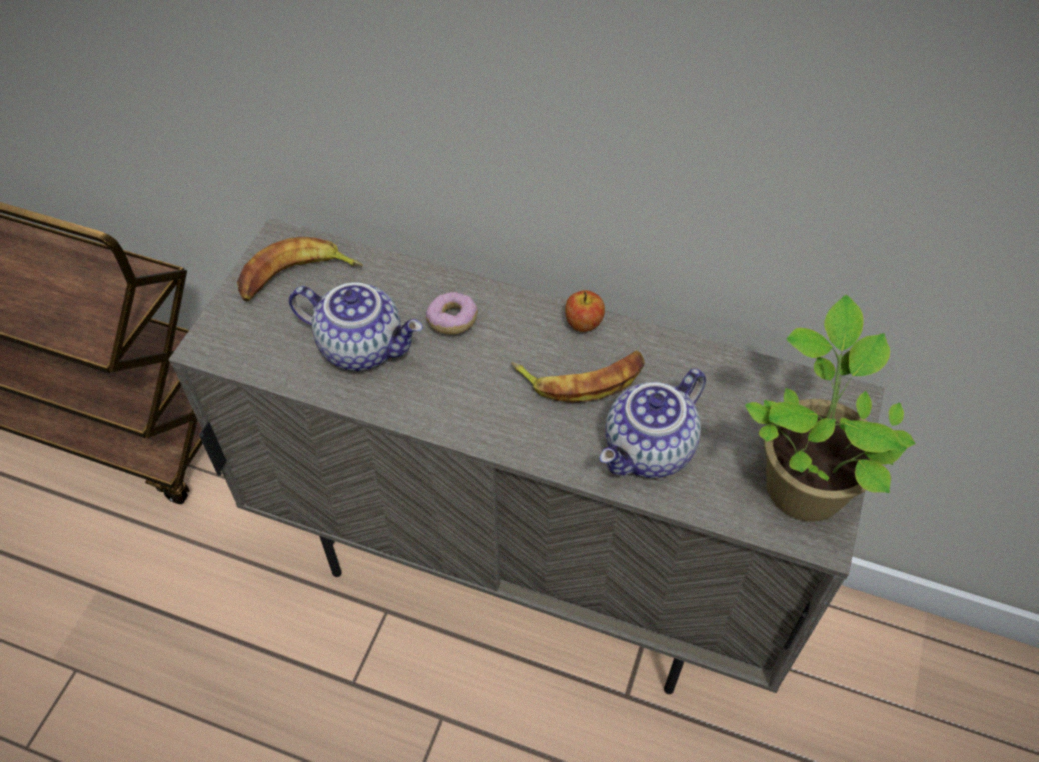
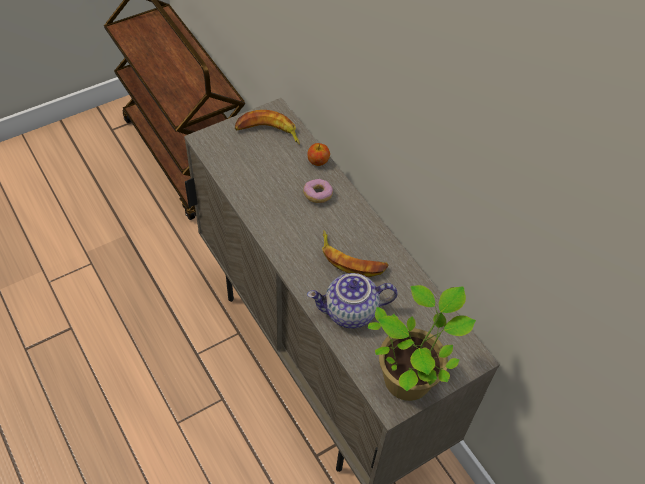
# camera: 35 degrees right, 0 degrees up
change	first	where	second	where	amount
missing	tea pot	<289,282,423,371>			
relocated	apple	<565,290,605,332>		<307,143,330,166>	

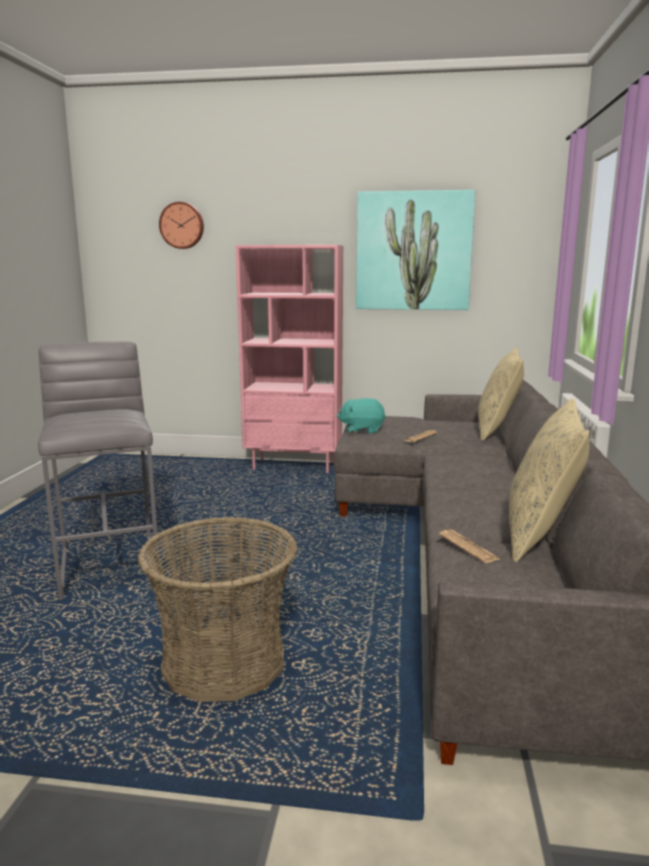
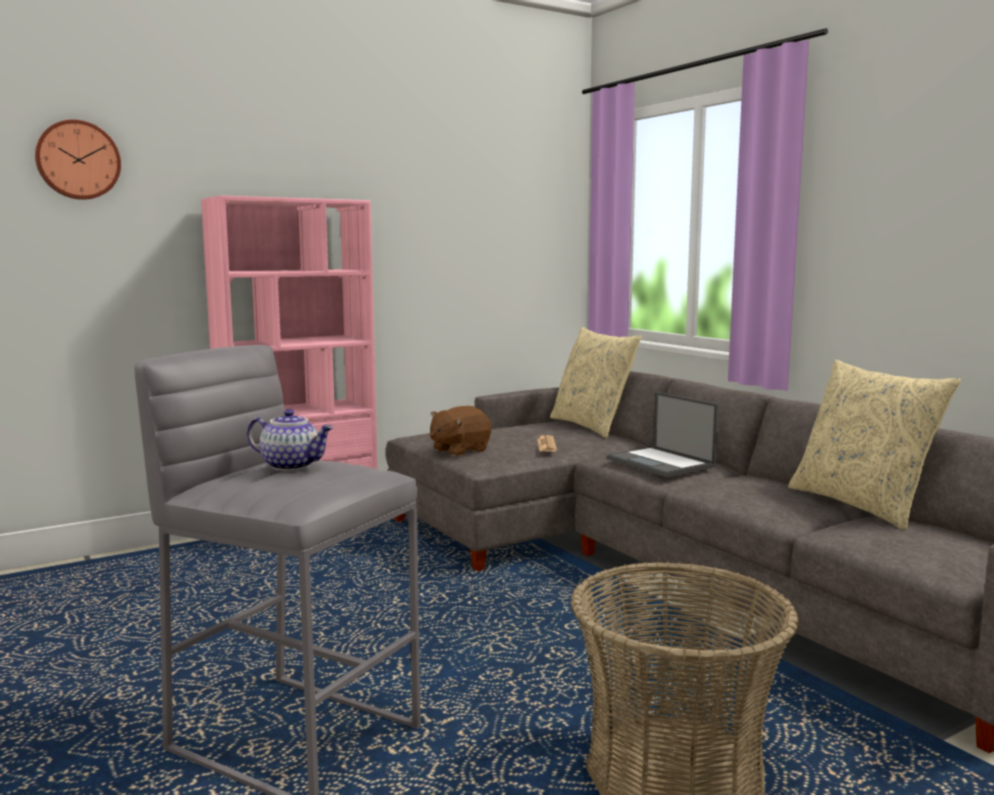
# camera: 40 degrees left, 5 degrees down
change	first	where	second	where	amount
colour	soft toy in turquoise	<337,398,386,434>	soft toy in brown-coloured	<430,406,491,456>	
missing	wall picture	<356,190,475,310>			
missing	daily paper	<439,529,500,563>			
appeared			tea pot	<247,409,334,471>	
appeared			notebook computer	<607,392,718,477>	

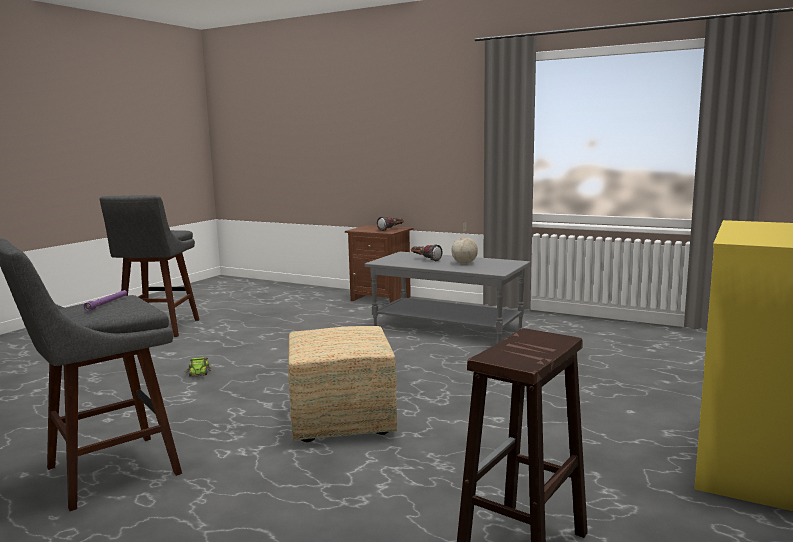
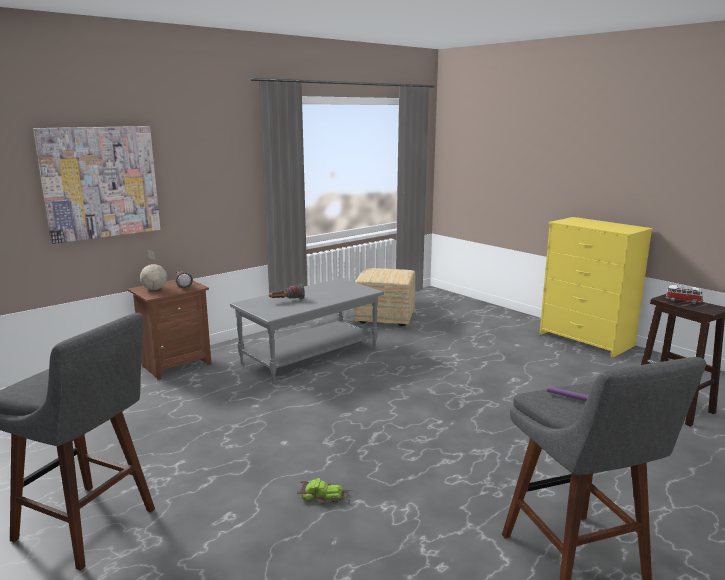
# camera: 70 degrees left, 5 degrees up
change	first	where	second	where	amount
relocated	ottoman	<288,326,397,442>		<354,268,415,326>	
relocated	world globe	<451,222,478,264>		<140,250,167,290>	
appeared			wall picture	<33,126,160,244>	
appeared			toy car	<665,285,703,304>	

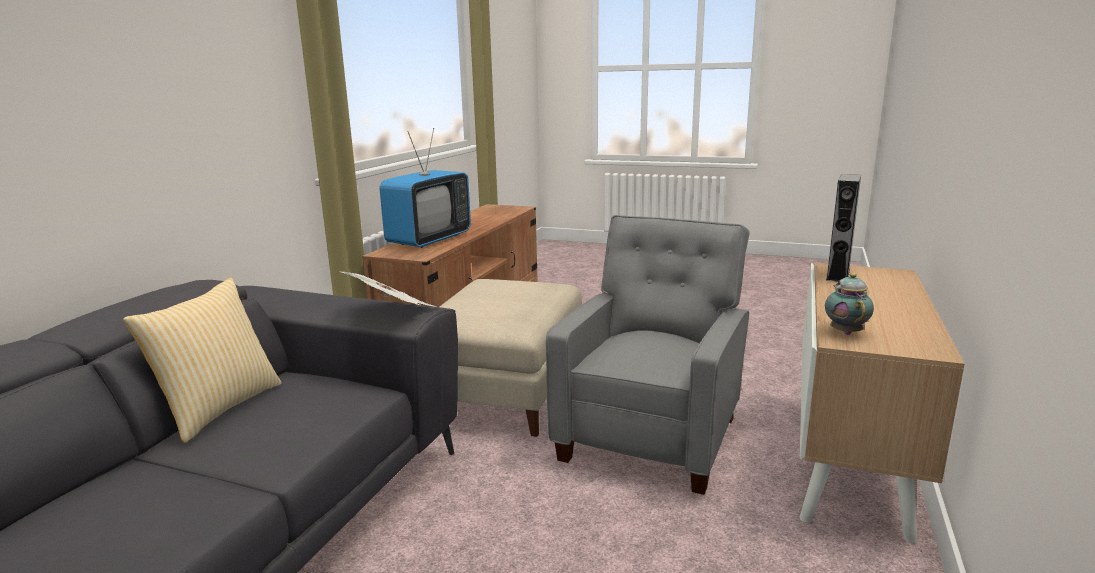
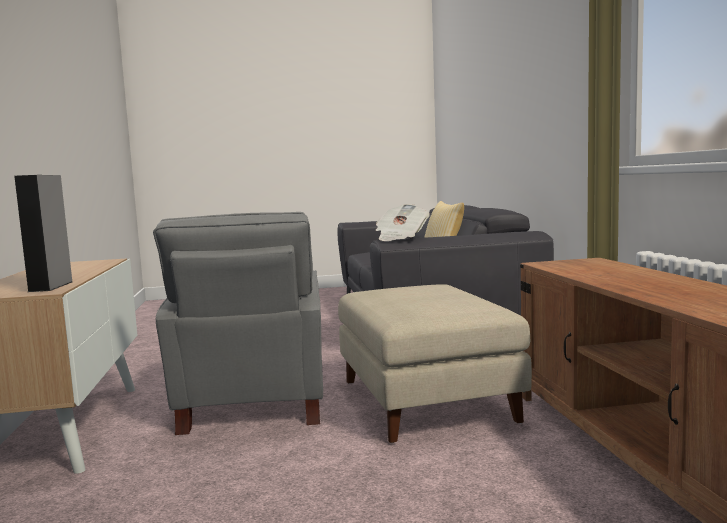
# camera: 150 degrees right, 10 degrees down
change	first	where	second	where	amount
missing	television	<379,128,471,248>			
missing	tea pot	<825,273,874,335>			

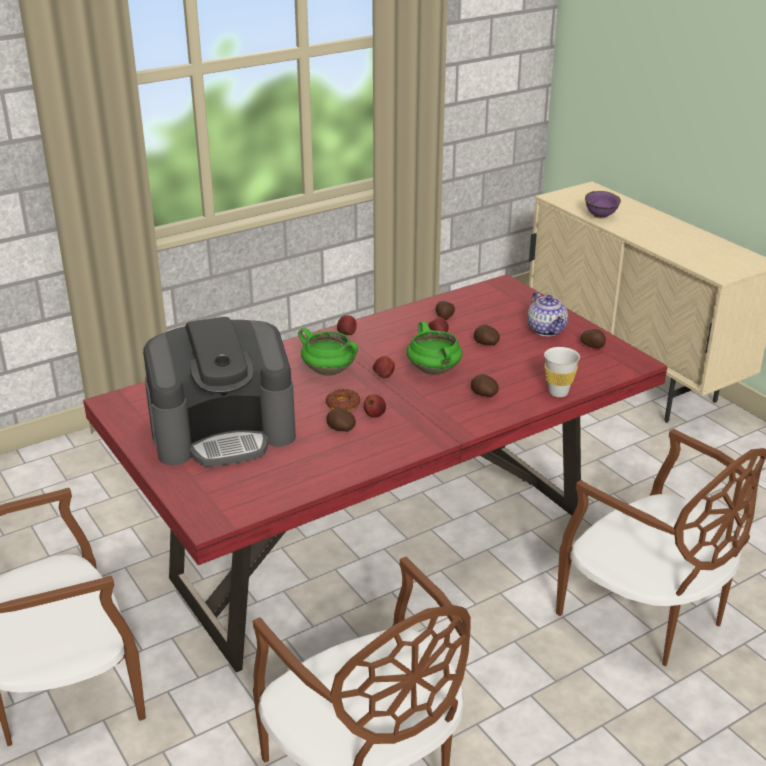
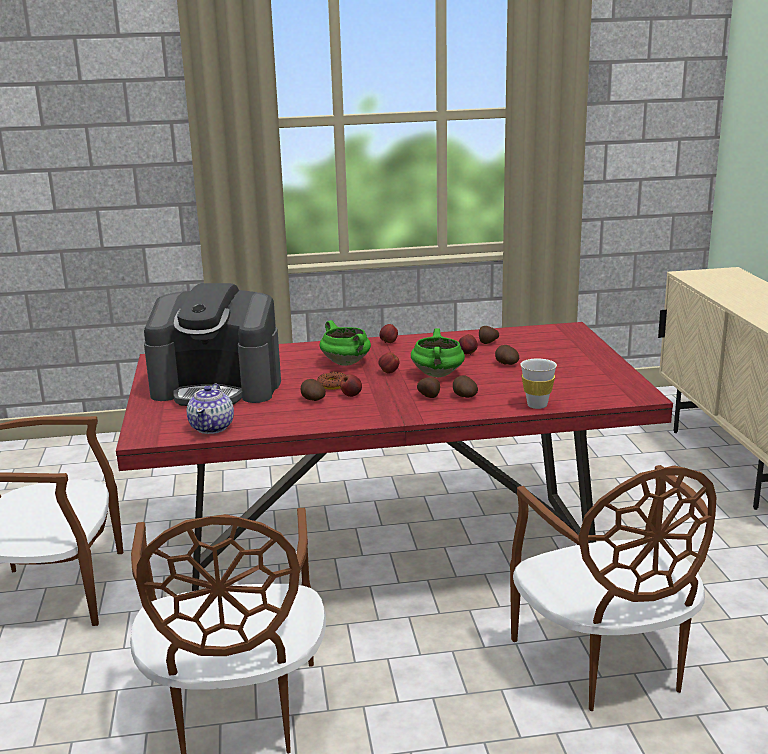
# camera: 25 degrees right, 10 degrees down
change	first	where	second	where	amount
relocated	tea pot	<527,292,568,337>		<187,384,234,434>	
relocated	spud	<580,329,606,348>		<417,377,440,398>	
missing	bowl in purplish	<585,191,621,219>			

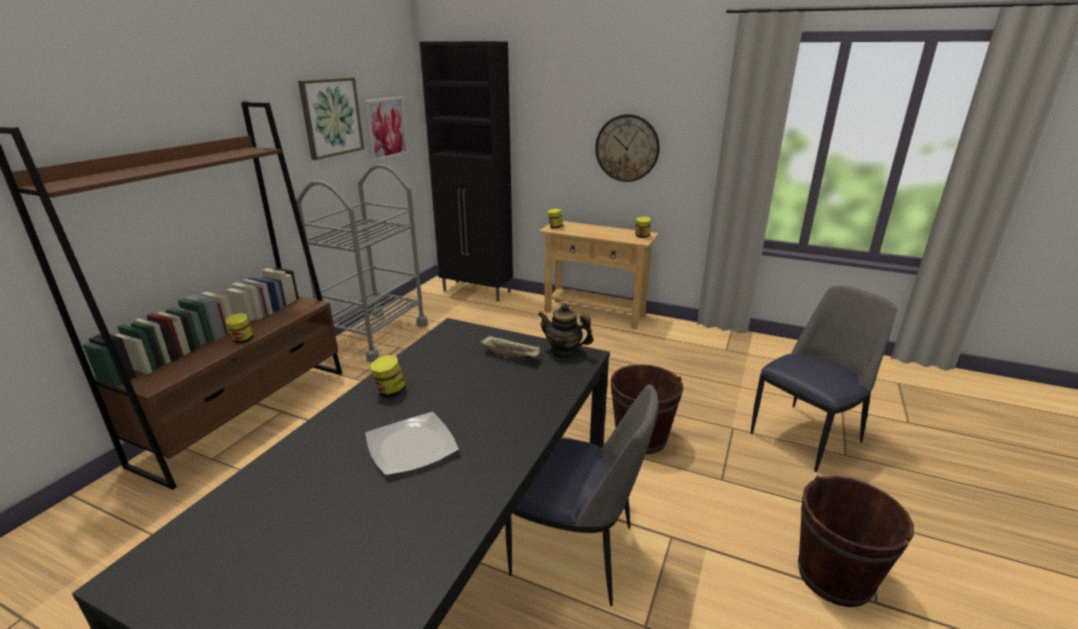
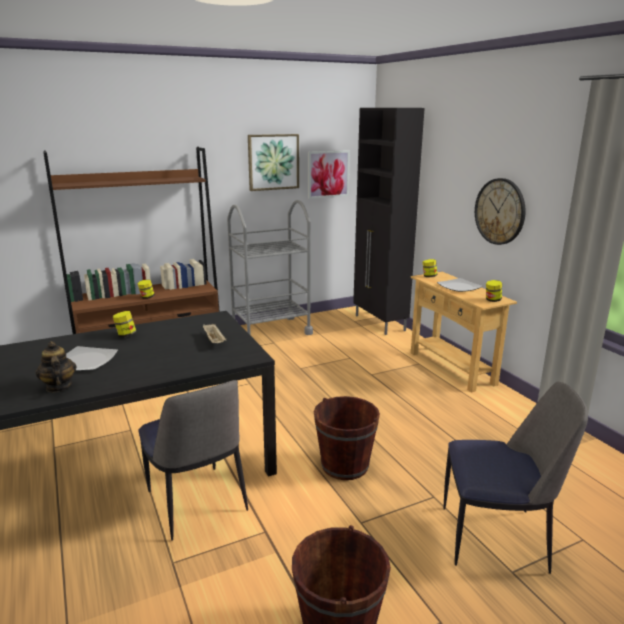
# camera: 40 degrees right, 5 degrees down
change	first	where	second	where	amount
relocated	tea pot	<538,303,593,359>		<36,341,77,392>	
appeared			plate	<437,278,482,292>	

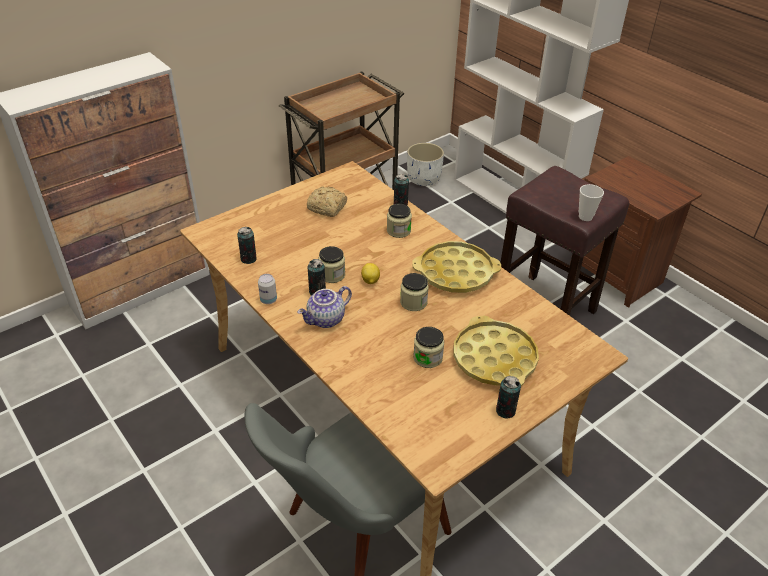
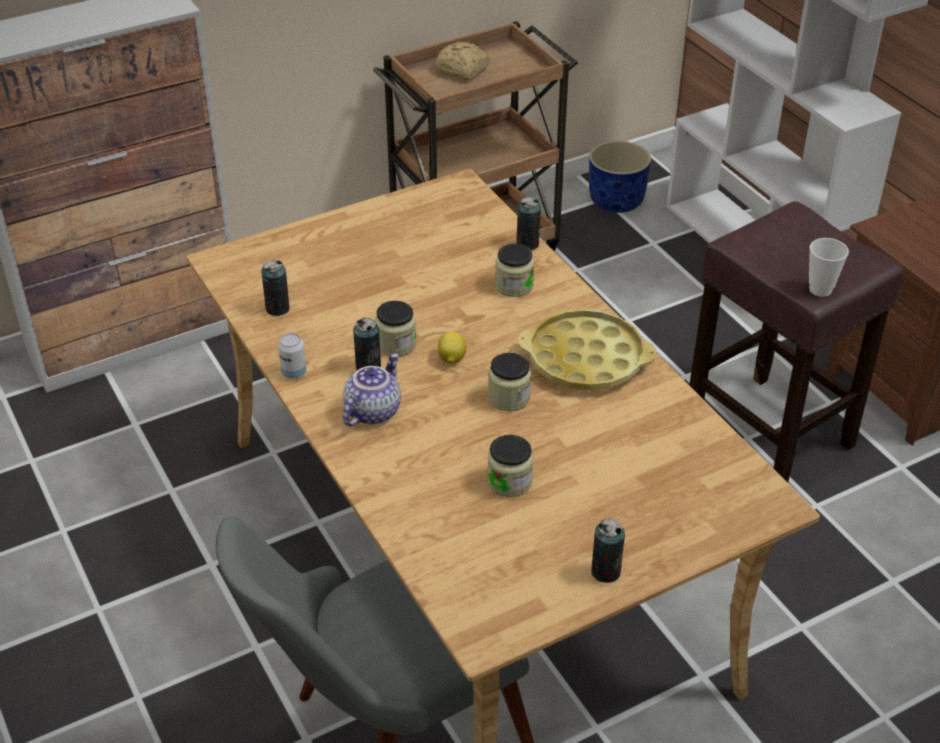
# camera: 10 degrees right, 0 degrees up
change	first	where	second	where	amount
spun	tea pot	<297,286,352,328>		<343,353,401,426>	150 degrees clockwise
relocated	baked bread	<307,186,347,217>		<435,41,490,80>	
colour	planter in white	<407,143,444,186>	planter in blue	<589,141,651,213>	
missing	serving tray in yellow	<453,316,539,386>			

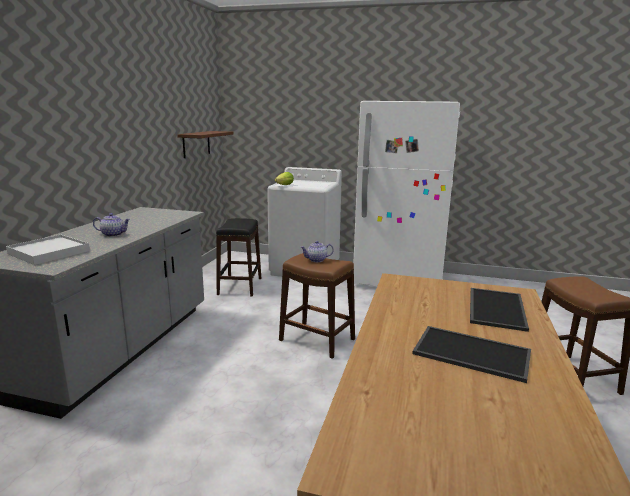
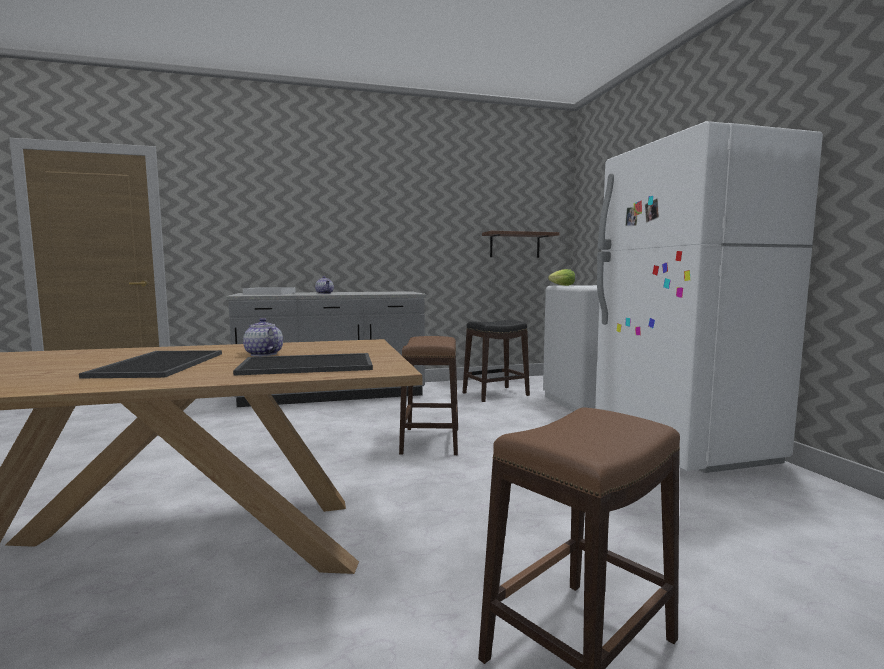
# camera: 60 degrees right, 10 degrees down
change	first	where	second	where	amount
relocated	tea pot	<301,241,334,262>		<243,318,283,357>	

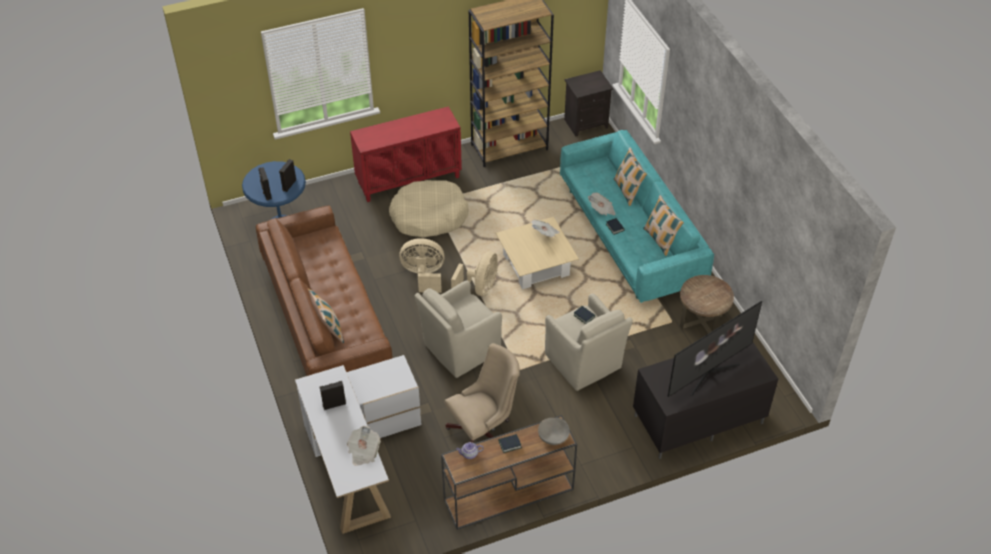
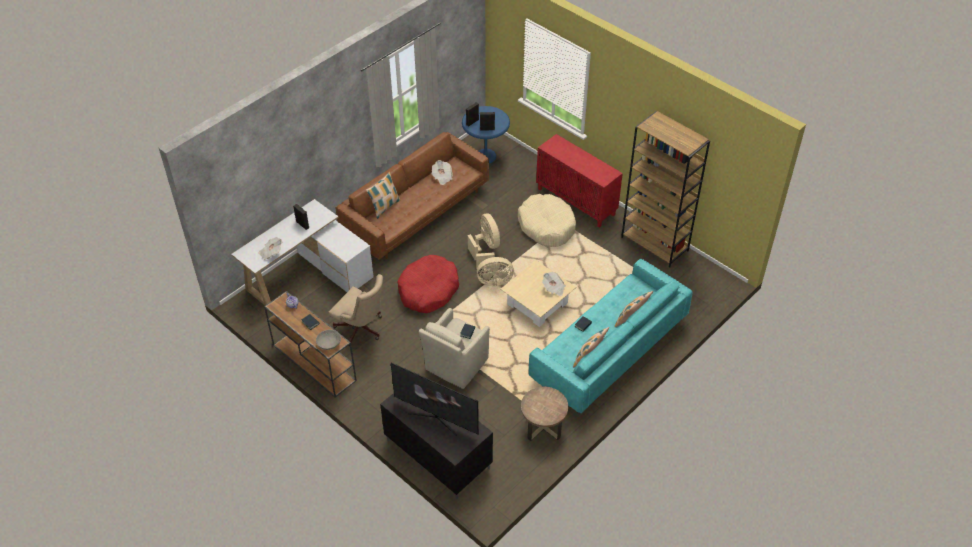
# camera: 65 degrees right, 0 degrees up
change	first	where	second	where	amount
exchanged	easy chair in beige-coloured	<414,281,502,378>	dog cushion in red-coloured	<398,255,459,313>	
missing	night table in blackish	<564,70,613,137>			
relocated	daily paper	<588,193,616,216>		<432,160,453,185>	

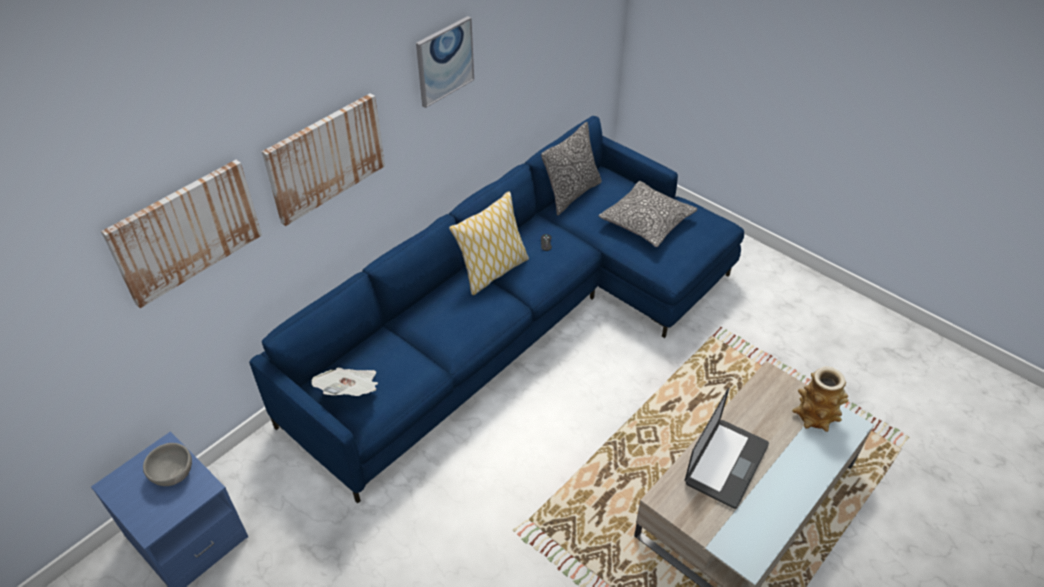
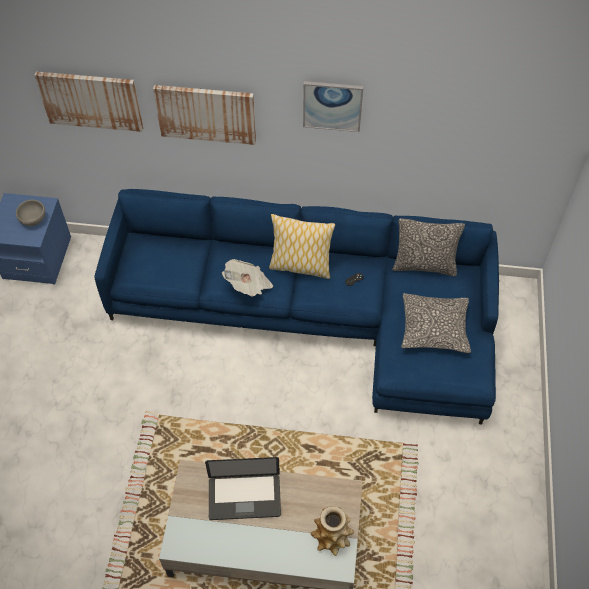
# camera: 55 degrees right, 10 degrees up
change	first	where	second	where	amount
relocated	daily paper	<311,368,378,396>		<222,259,273,297>	

